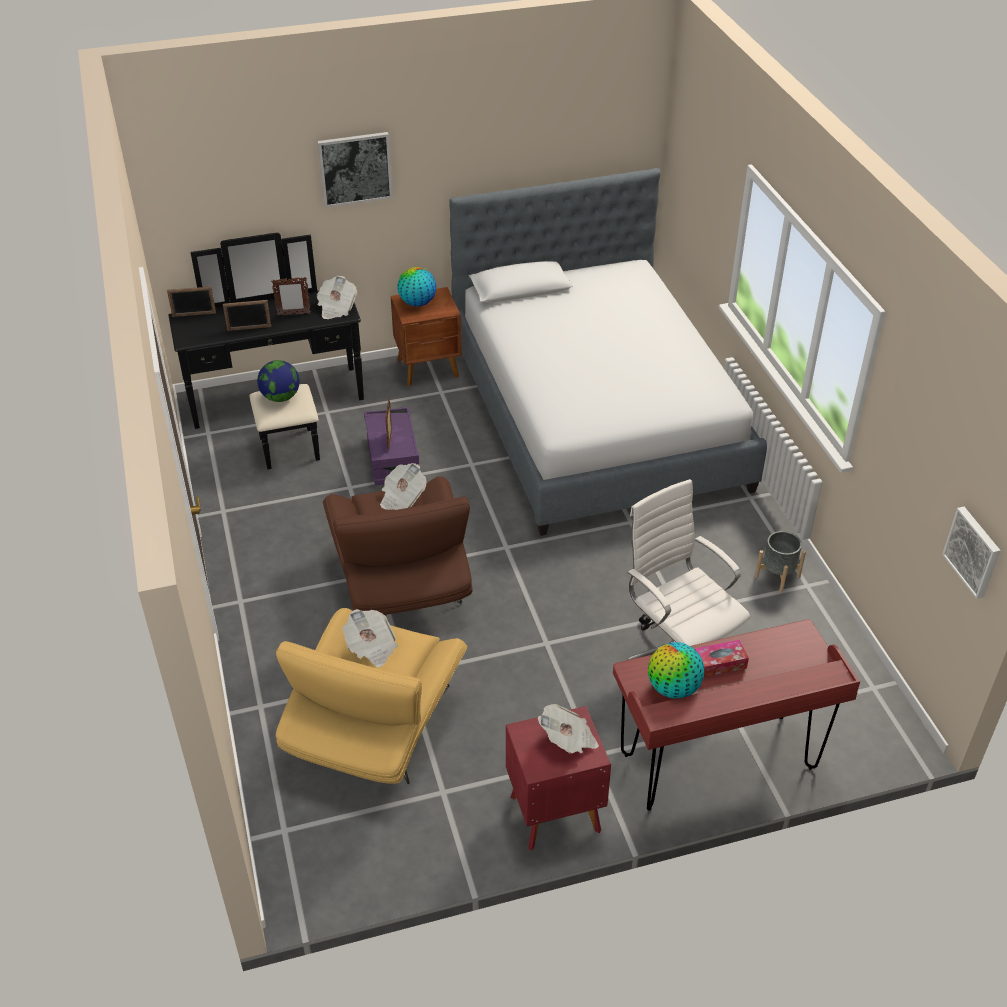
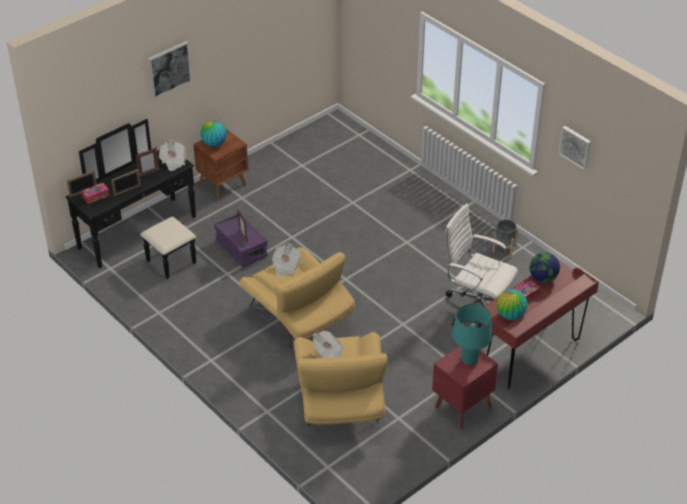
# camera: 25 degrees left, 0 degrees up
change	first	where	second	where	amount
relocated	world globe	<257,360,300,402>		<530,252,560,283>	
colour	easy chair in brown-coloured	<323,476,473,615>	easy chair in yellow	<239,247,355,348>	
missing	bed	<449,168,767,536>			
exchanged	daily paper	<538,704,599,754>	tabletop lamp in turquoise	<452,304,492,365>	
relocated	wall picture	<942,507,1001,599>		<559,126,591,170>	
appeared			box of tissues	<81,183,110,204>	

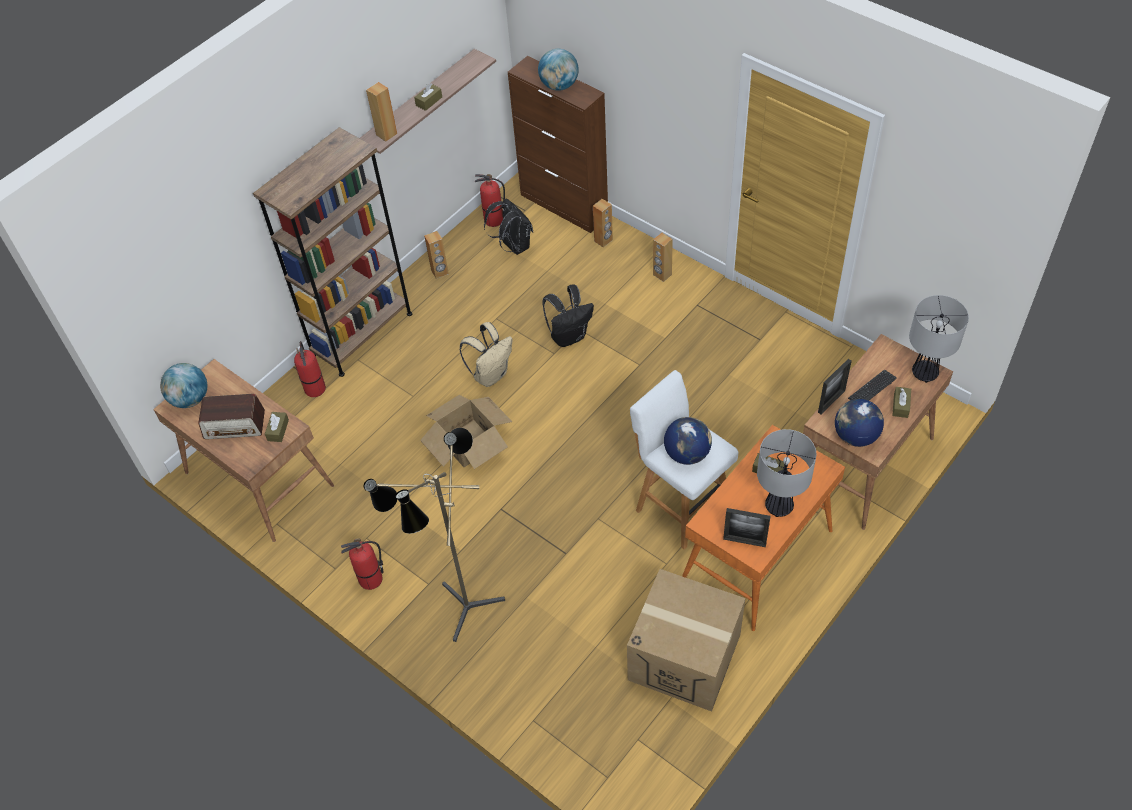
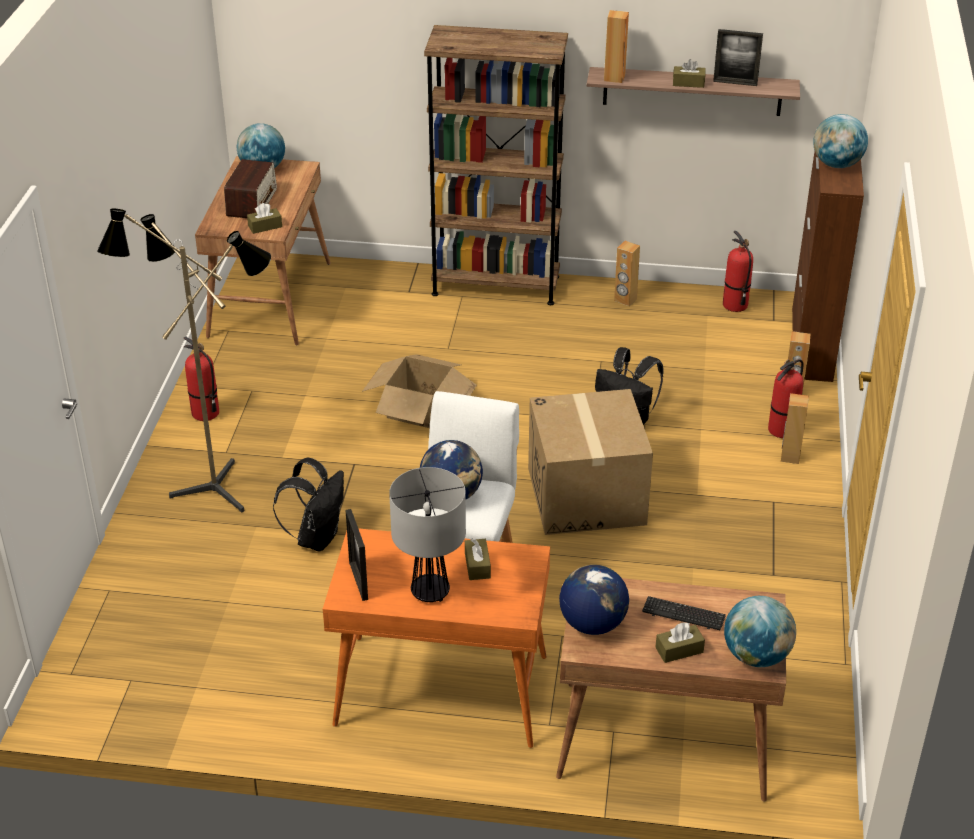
# camera: 55 degrees right, 15 degrees down
change	first	where	second	where	amount
spun	radio receiver	<198,394,265,439>		<224,159,277,218>	135 degrees counterclockwise
relocated	fire extinguisher	<294,341,326,397>		<768,359,803,438>	
missing	backpack in beige-coloured	<460,322,512,387>			
relocated	backpack in blackish	<484,198,533,255>		<273,458,344,551>	
relocated	carton	<627,569,745,712>		<528,389,653,535>	
relocated	photo frame	<818,359,852,414>		<713,29,763,86>	
exchanged	tabletop lamp	<909,295,969,383>	world globe	<724,596,796,667>	

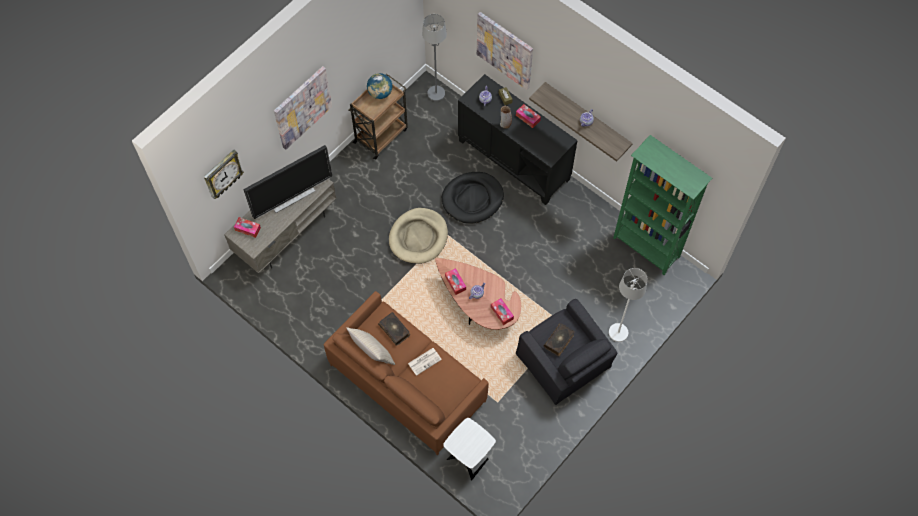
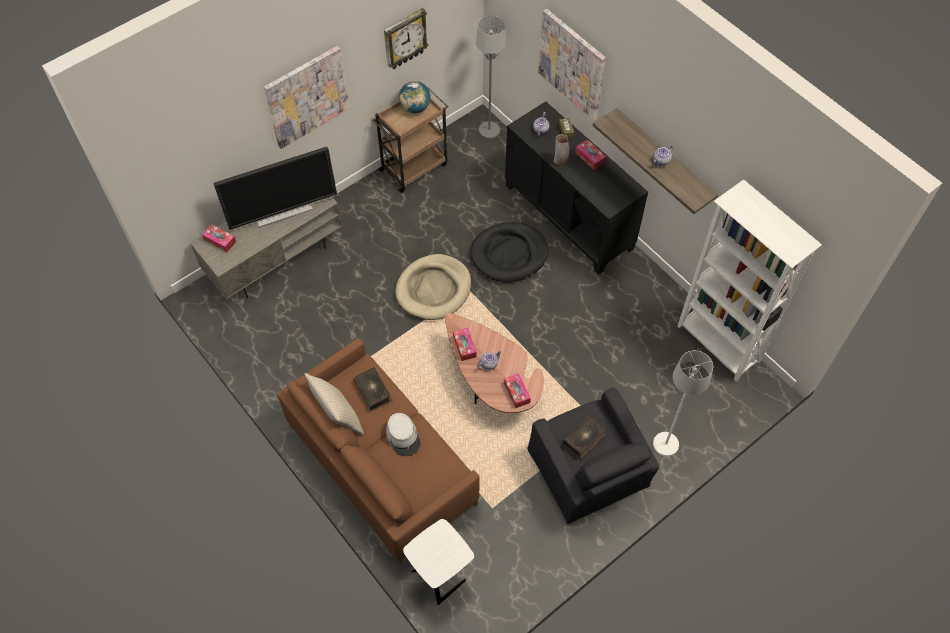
# camera: 10 degrees right, 5 degrees down
change	first	where	second	where	amount
relocated	wall clock	<204,150,244,199>		<384,8,429,69>	
exchanged	daily paper	<408,348,442,376>	clothing hat in grey	<386,413,421,456>	
colour	shelving unit in green-coloured	<613,135,712,275>	shelving unit in white	<677,179,822,382>	

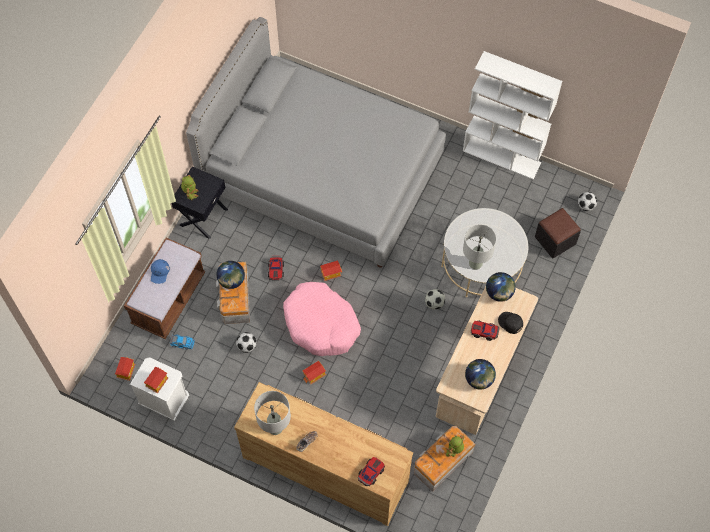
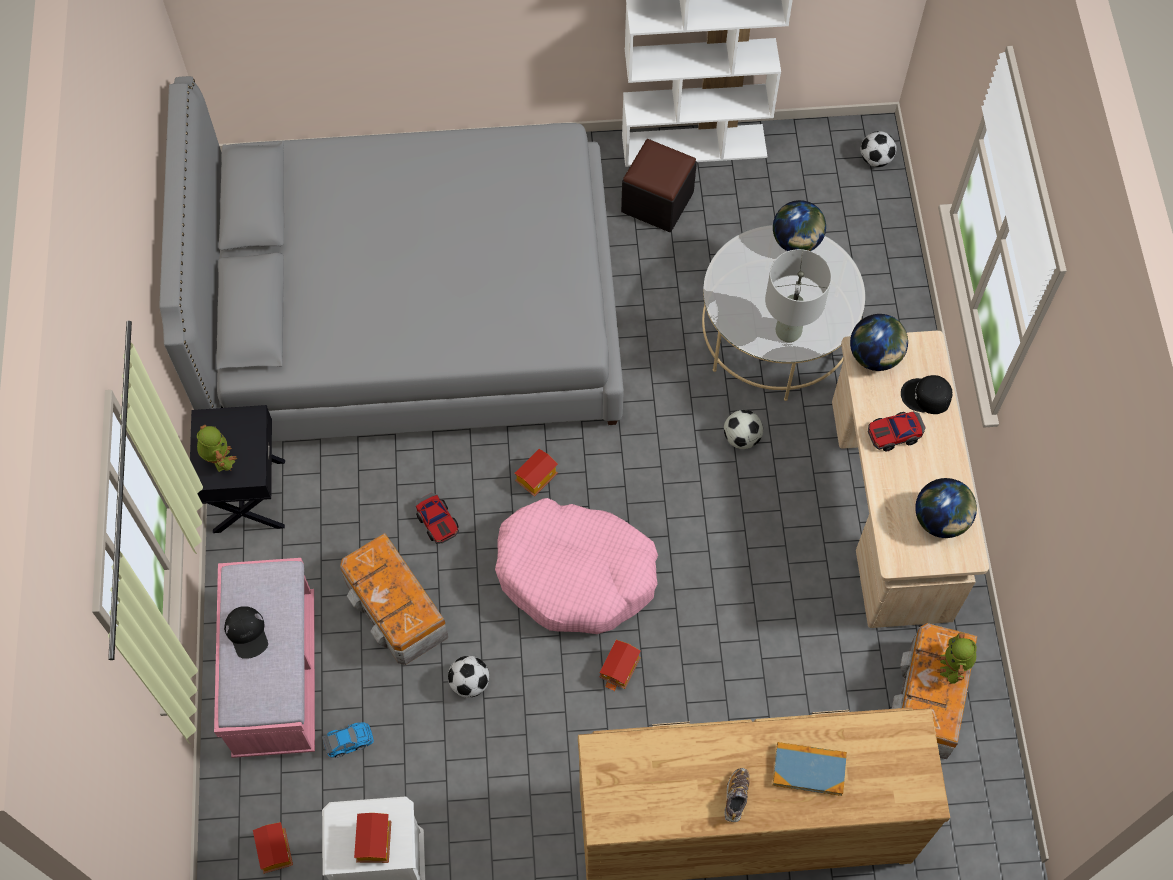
# camera: 30 degrees left, 0 degrees up
change	first	where	second	where	amount
colour	long seat in brown-coloured	<124,238,205,339>	long seat in pink	<214,558,315,758>	
colour	cap in blue	<151,259,170,284>	cap in blackish	<224,606,268,659>	
relocated	world globe	<216,261,245,289>		<773,200,826,251>	
missing	tabletop lamp in grey	<254,391,291,435>			
missing	toy car	<358,457,385,486>			
relocated	ottoman in blackish	<535,208,581,258>		<621,139,697,232>	
appeared			volume	<773,742,847,796>	

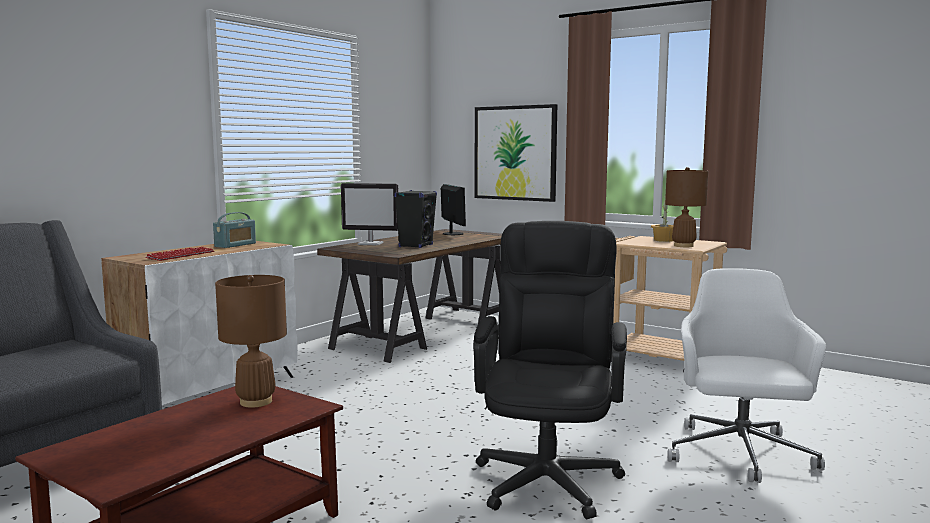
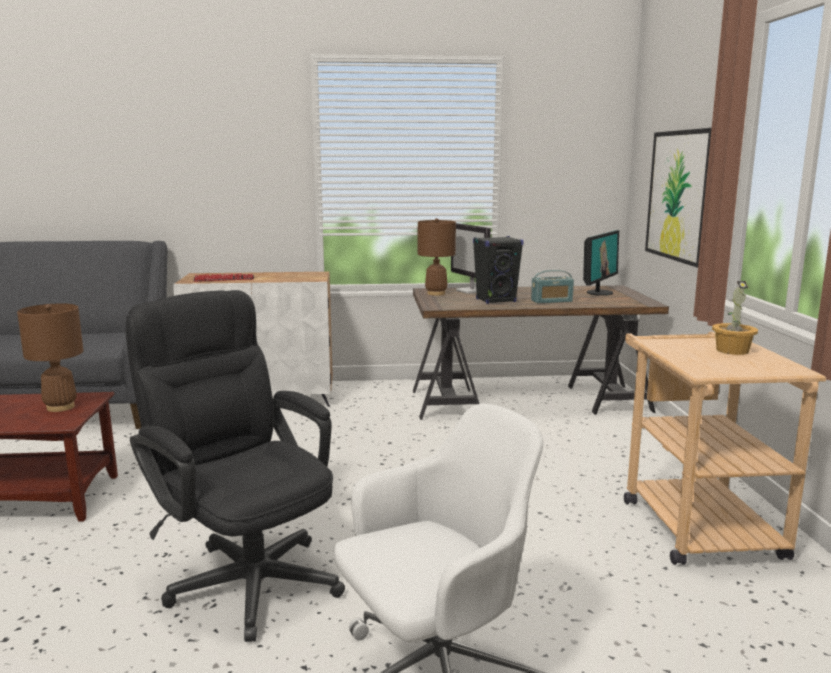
# camera: 50 degrees right, 5 degrees up
change	first	where	second	where	amount
relocated	radio receiver	<213,212,256,248>		<531,270,574,303>	
spun	office chair in blackish	<473,221,627,519>		<125,290,345,642>	105 degrees counterclockwise
relocated	tabletop lamp in brown-coloured	<665,167,708,247>		<418,218,456,296>	

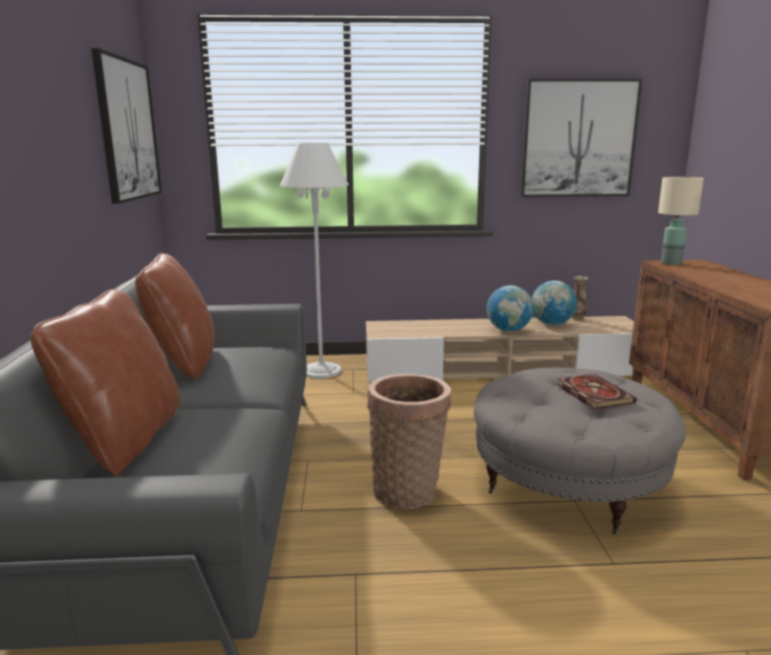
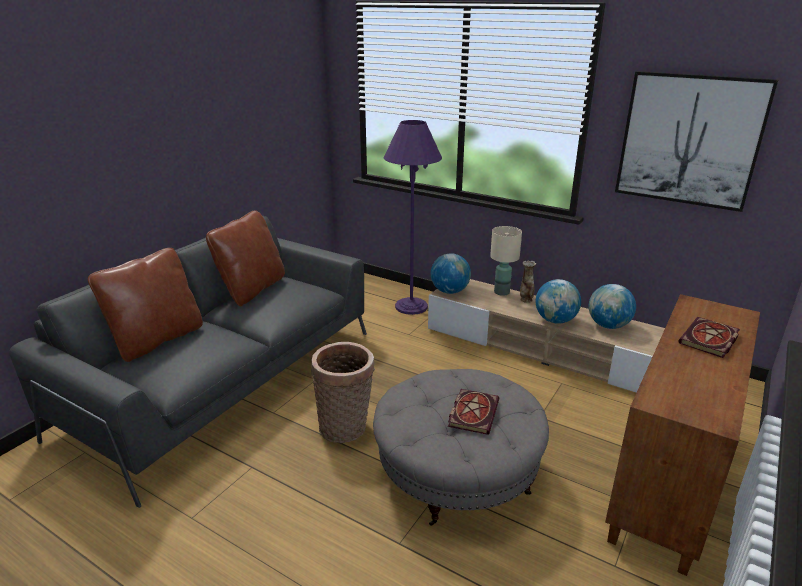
# camera: 35 degrees right, 10 degrees up
change	first	where	second	where	amount
missing	wall picture	<91,48,162,204>			
colour	floor lamp in white	<280,143,349,379>	floor lamp in purplish	<384,120,442,315>	
relocated	decorative vase	<571,276,588,321>		<520,260,536,303>	
relocated	tabletop lamp in beige-coloured	<658,177,704,265>		<490,226,522,296>	
appeared			world globe	<431,253,471,294>	
appeared			volume	<678,317,740,358>	

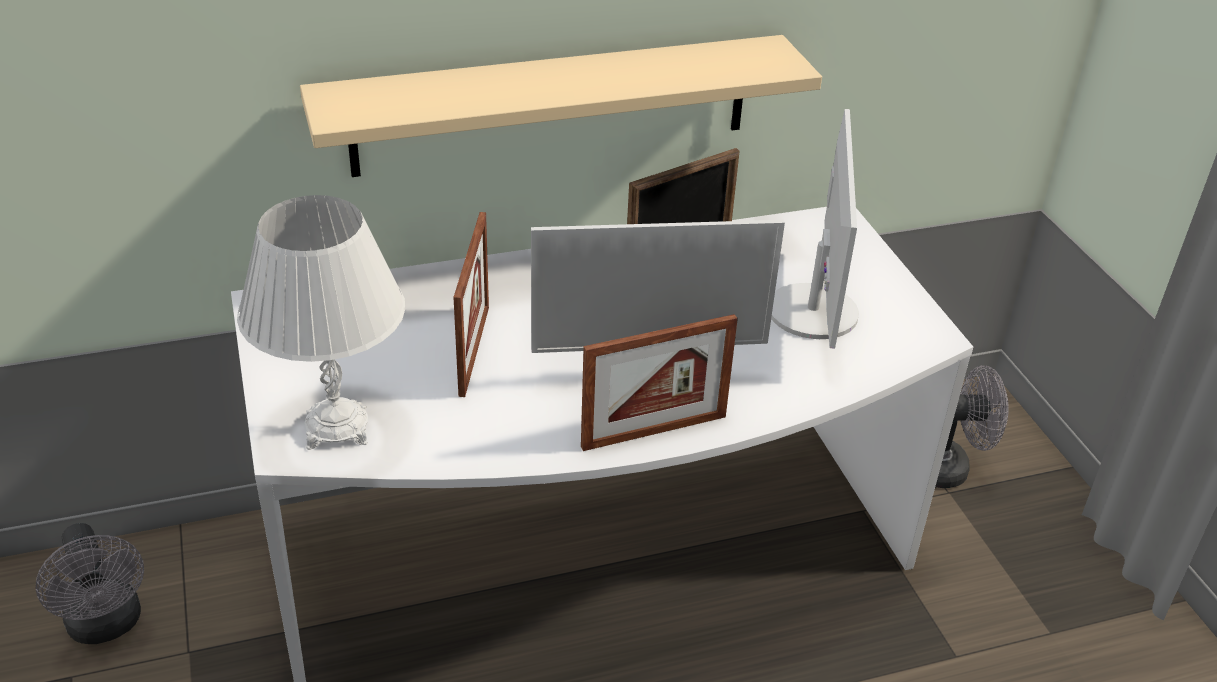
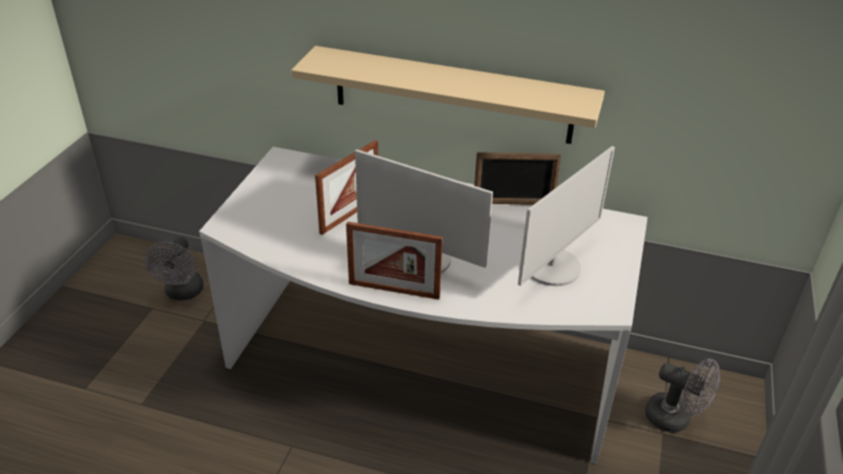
# camera: 35 degrees right, 0 degrees up
change	first	where	second	where	amount
missing	tabletop lamp in white	<237,195,405,450>			

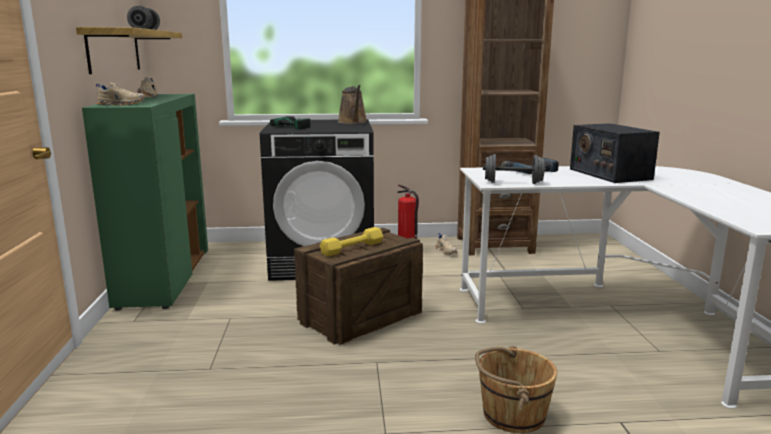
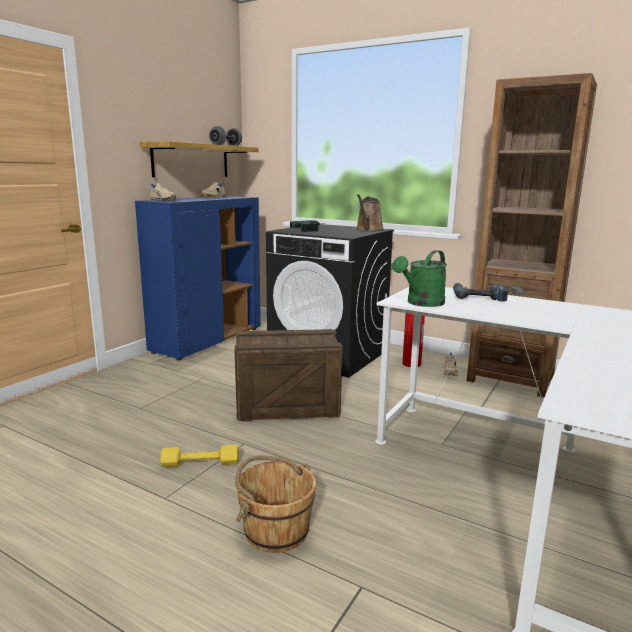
# camera: 35 degrees right, 0 degrees up
change	first	where	second	where	amount
colour	cabinet in green-coloured	<82,94,208,310>	cabinet in blue	<135,196,261,361>	
relocated	dumbbell in yellow	<320,227,384,256>		<160,445,239,467>	
exchanged	dumbbell in grey	<483,154,546,184>	sprinkling can in green-coloured	<392,250,447,307>	
missing	radio receiver	<570,123,660,183>			

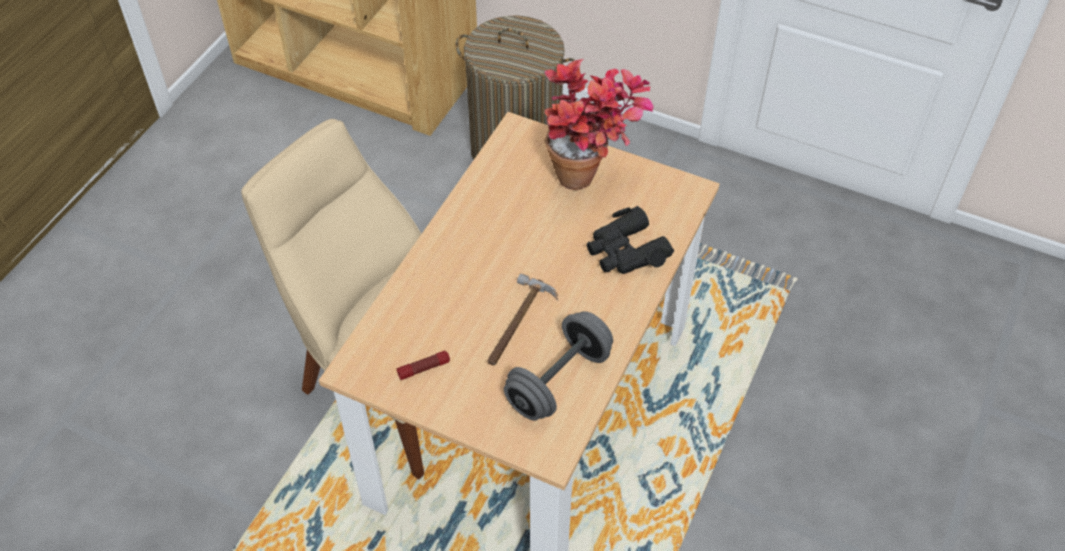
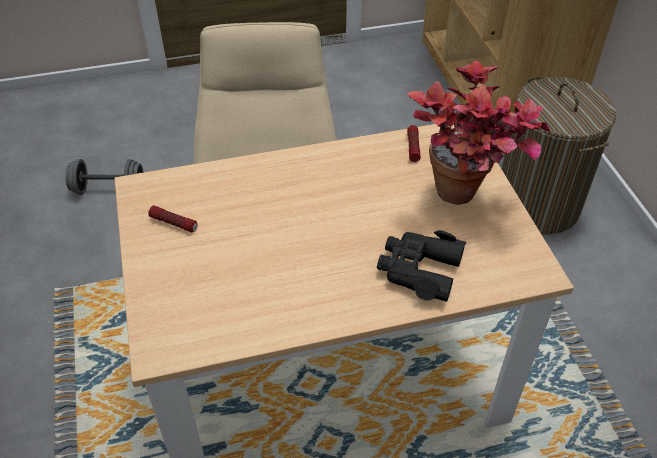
# camera: 50 degrees right, 5 degrees down
change	first	where	second	where	amount
missing	hand hammer	<488,273,558,365>			
relocated	dumbbell in grey	<504,311,613,421>		<65,159,144,195>	
appeared			torch	<407,125,421,162>	

